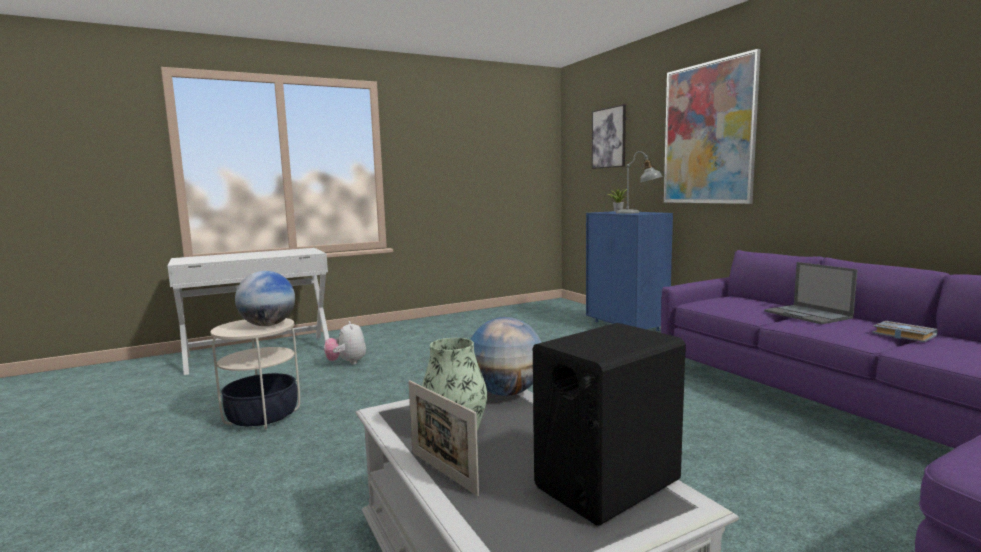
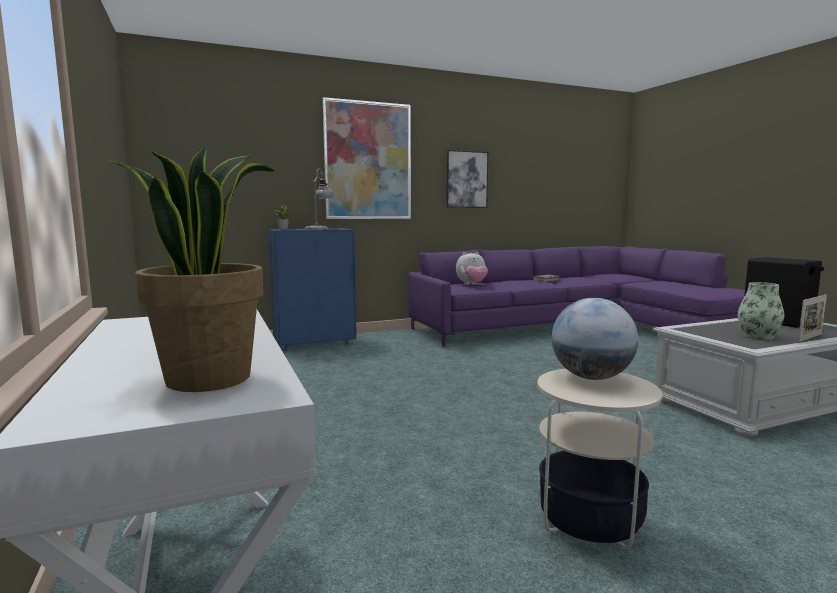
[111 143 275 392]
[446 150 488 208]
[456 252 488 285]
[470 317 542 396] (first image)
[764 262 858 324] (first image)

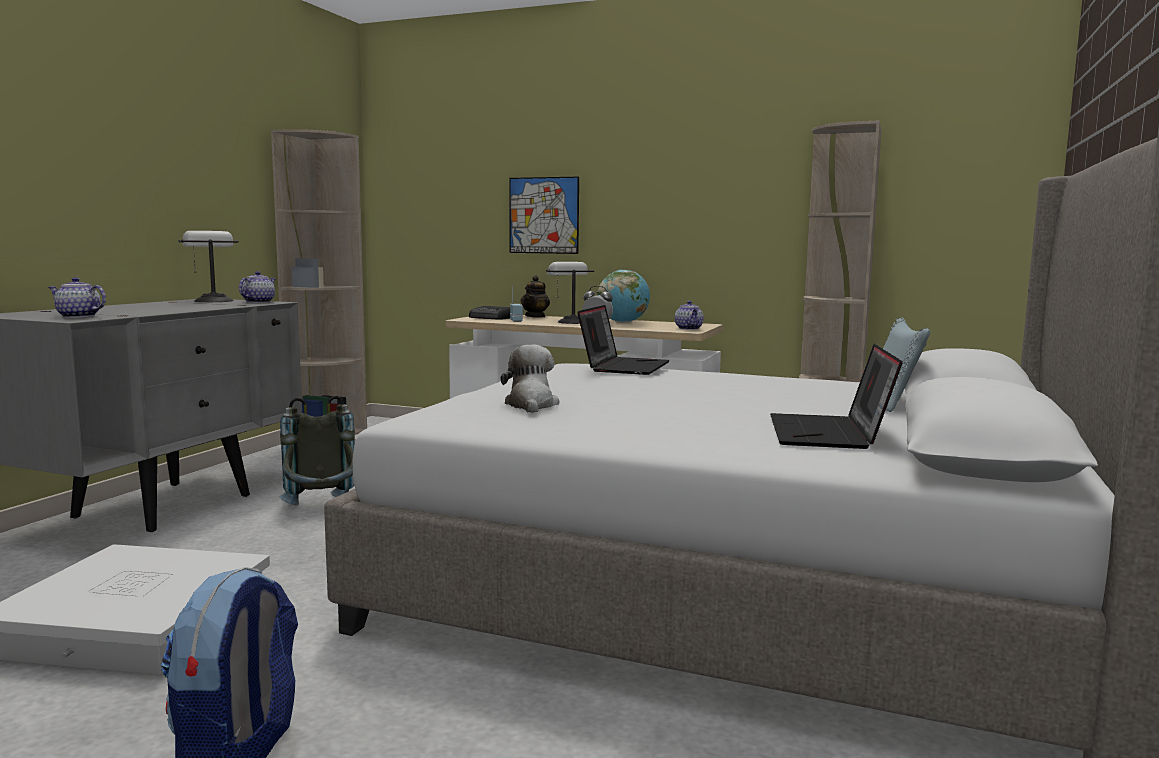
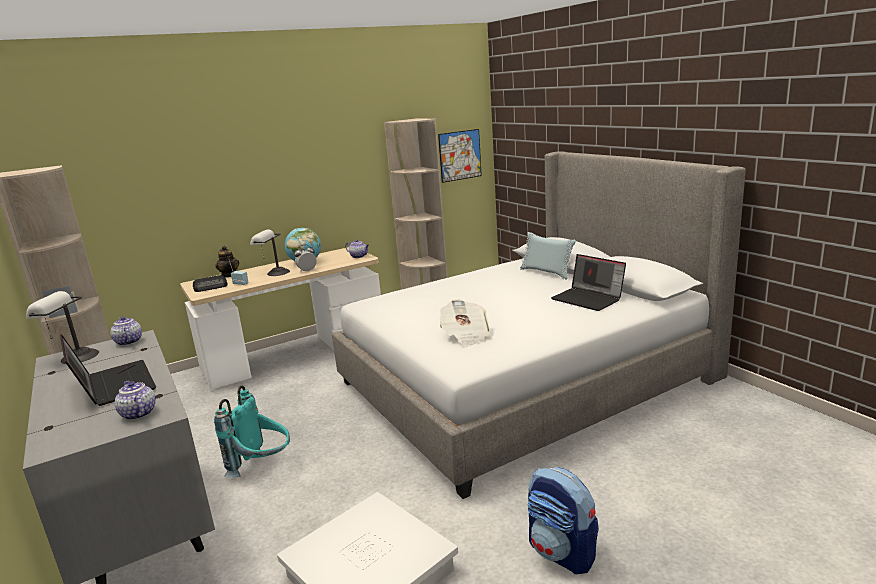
[60 334 156 406]
[115 380 156 420]
[214 386 290 478]
[438 129 482 183]
[440 299 491 347]

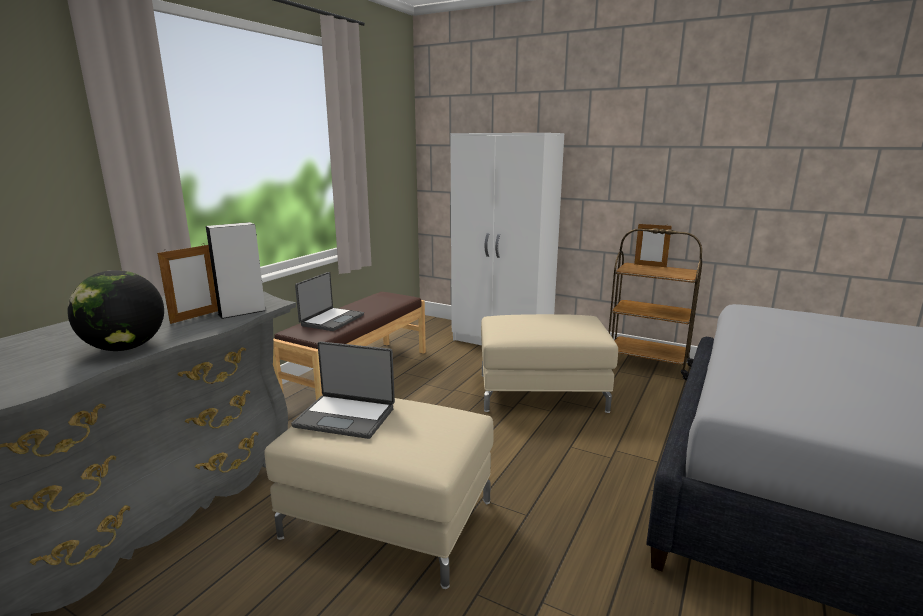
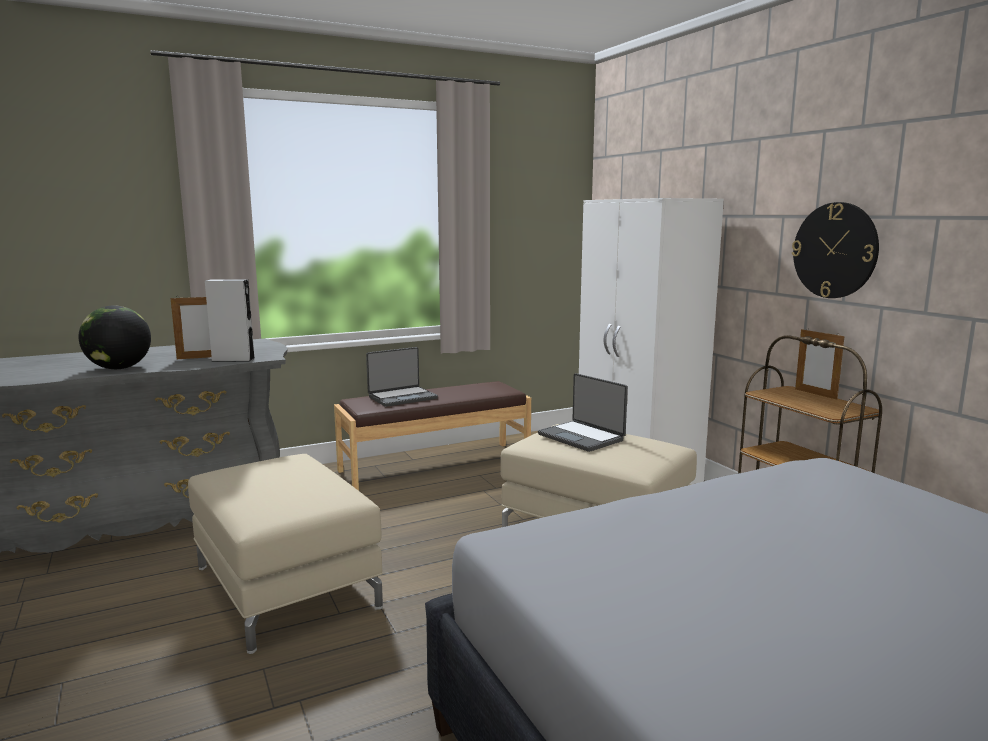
[538 373 628 452]
[792 202 879 298]

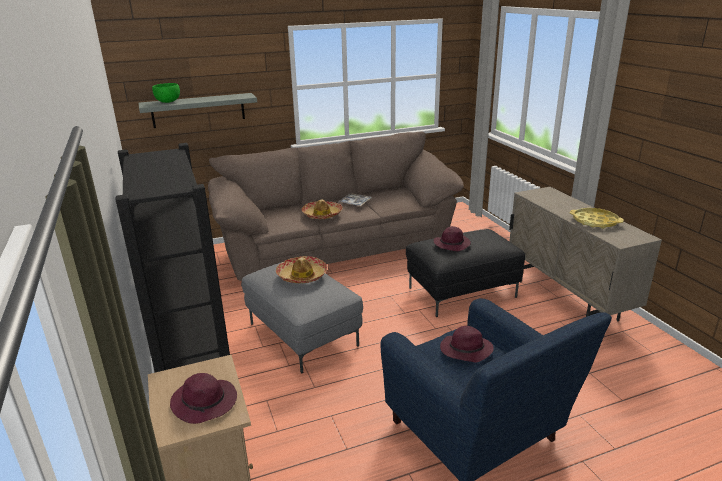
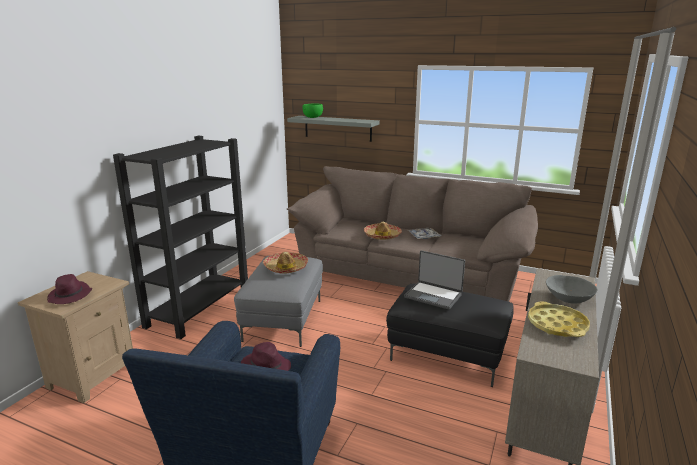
[404 250 465 309]
[546 275 598 304]

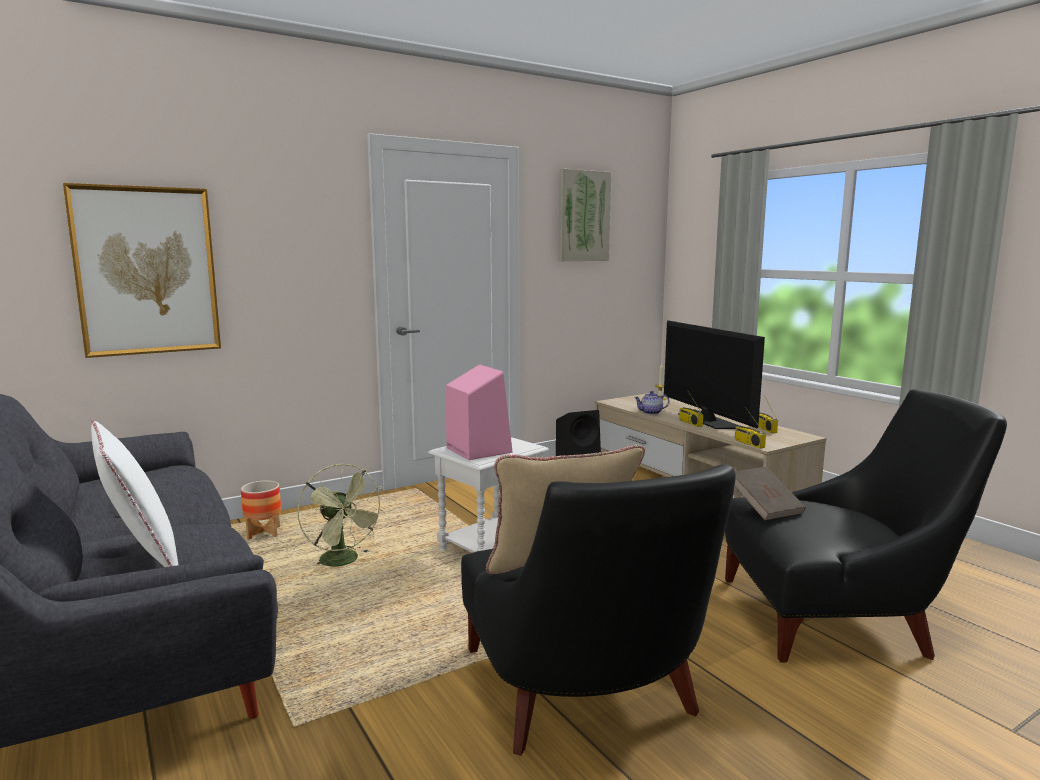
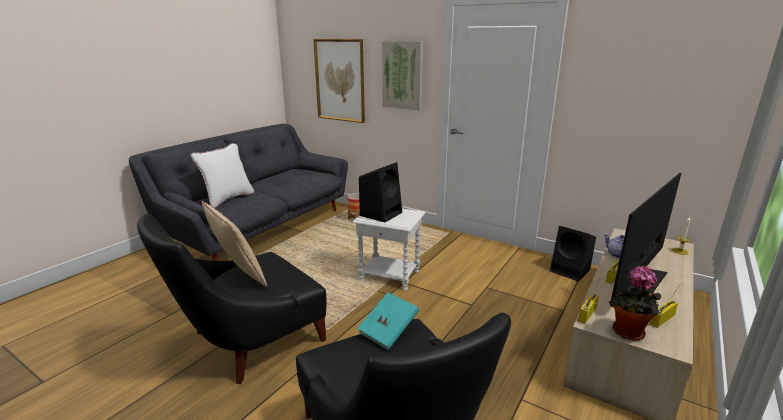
[357 292 419 350]
[359 162 402 222]
[382 41 423 110]
[609 266 661 341]
[298 464 385 567] (first image)

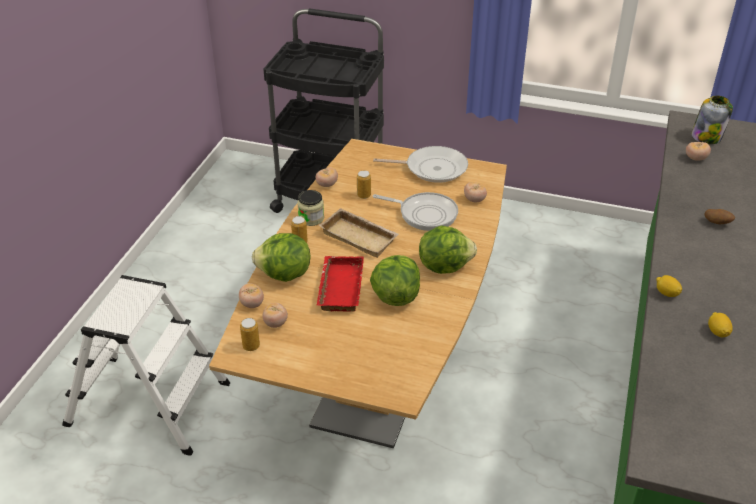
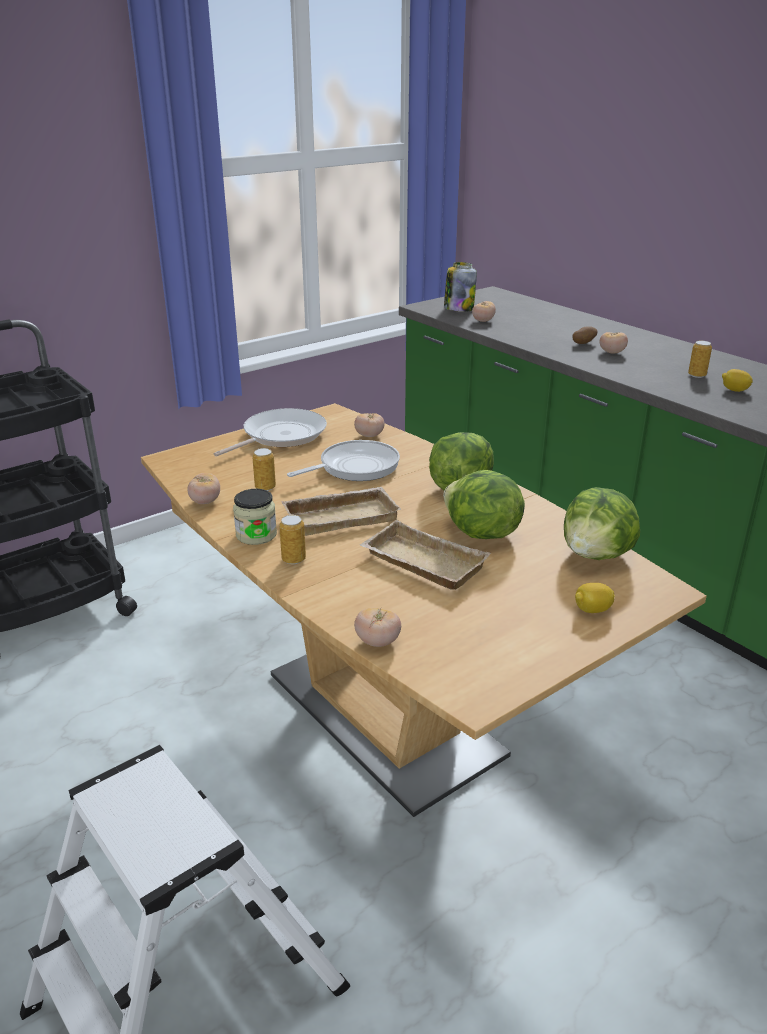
[360 520 491 590]
[564 487 640 560]
[575 583 615 613]
[599 332 628 354]
[688 340 712 378]

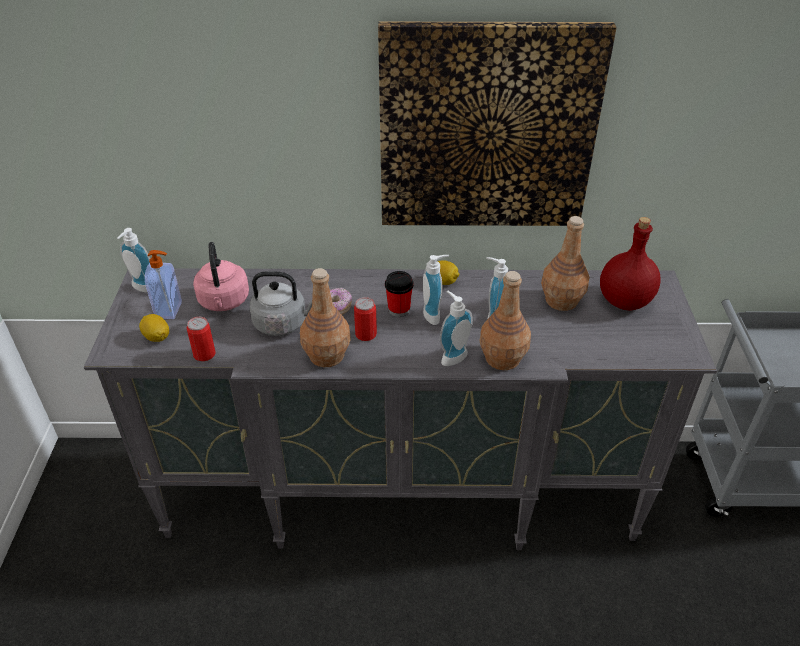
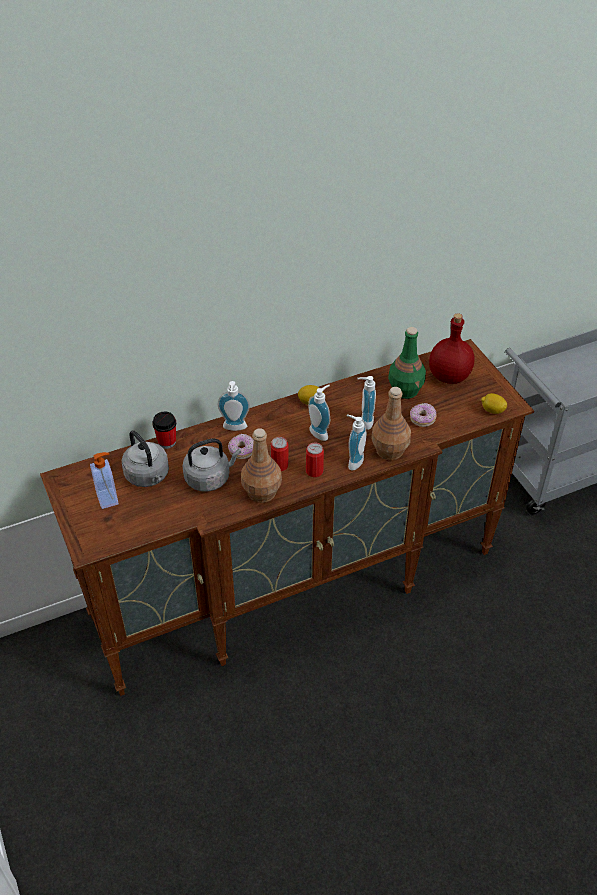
[40 339 534 696]
[122 430 169 487]
[152 412 176 449]
[218 381 250 431]
[306 442 324 477]
[388 327 426 399]
[410 403 436 427]
[481 393 507 414]
[378 22 617 226] (first image)

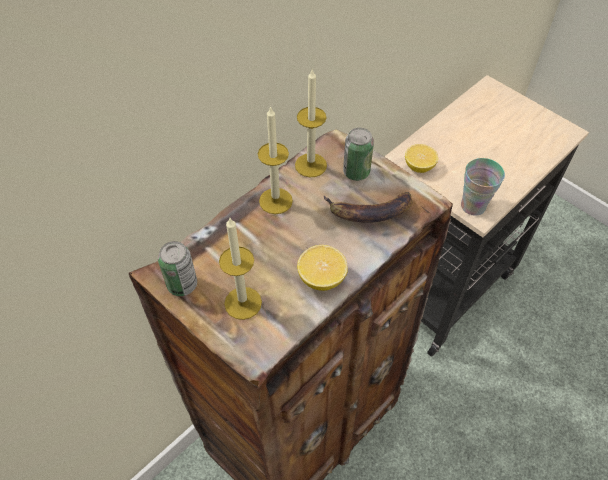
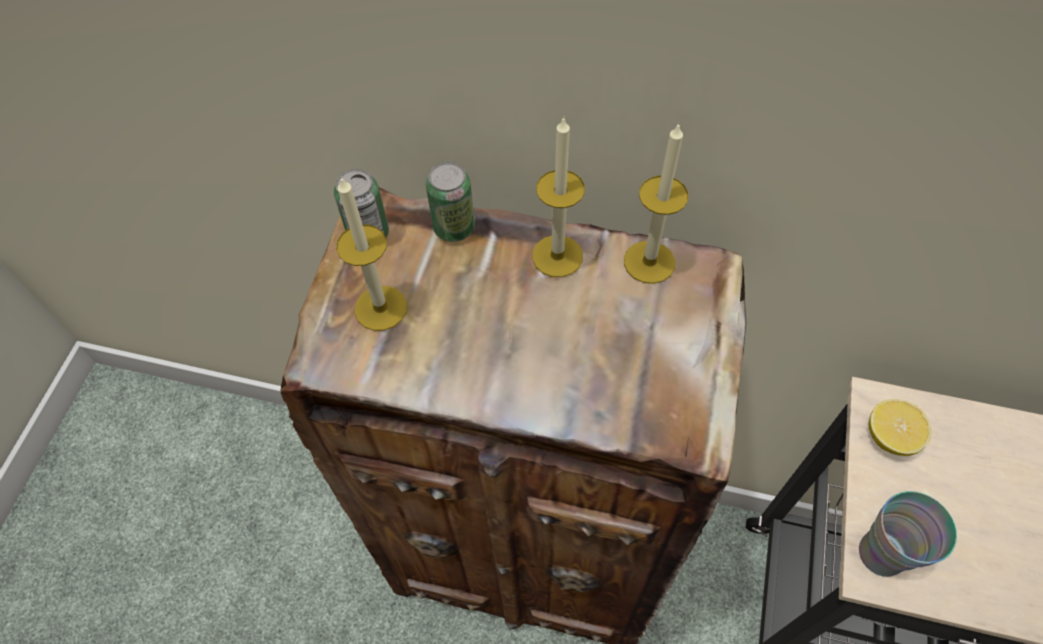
[426 162 475 242]
[297 245 348 291] (first image)
[323 192 413 223] (first image)

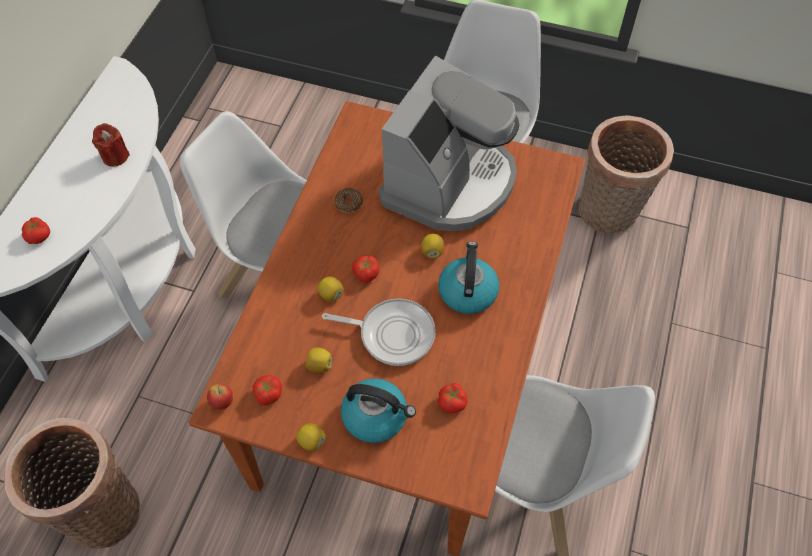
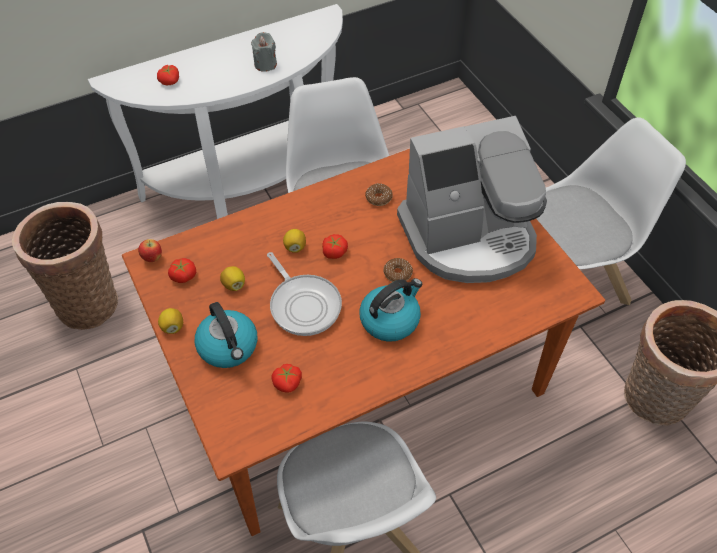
[251 32 277 72]
[384 258 413 282]

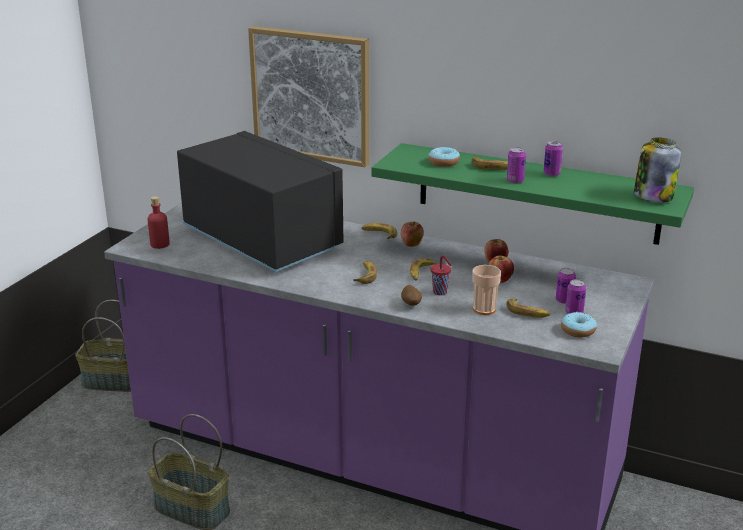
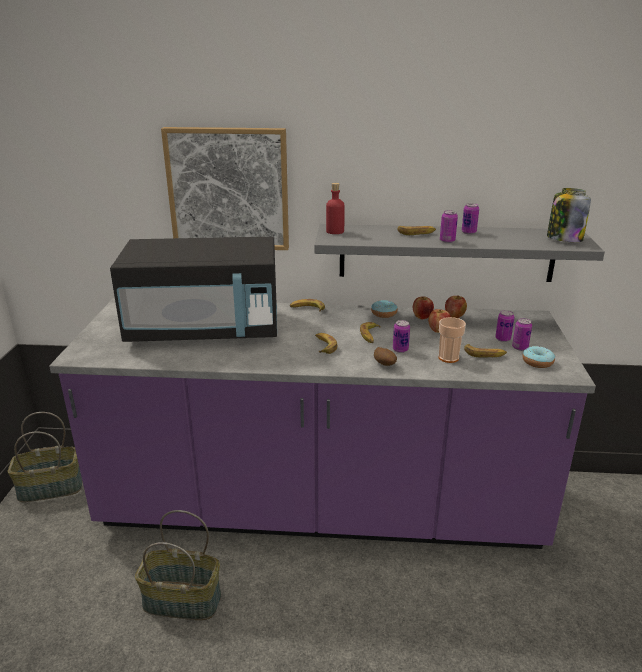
[110 237 277 342]
[314 224 605 282]
[326 183 345 234]
[371 300 398 318]
[393 320 410 353]
[445 295 467 318]

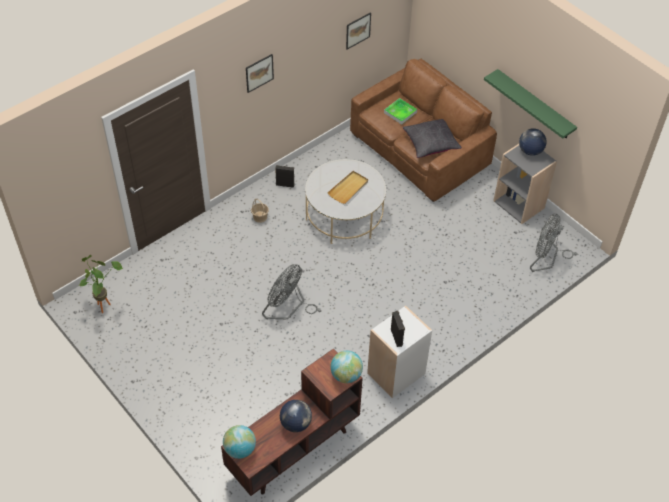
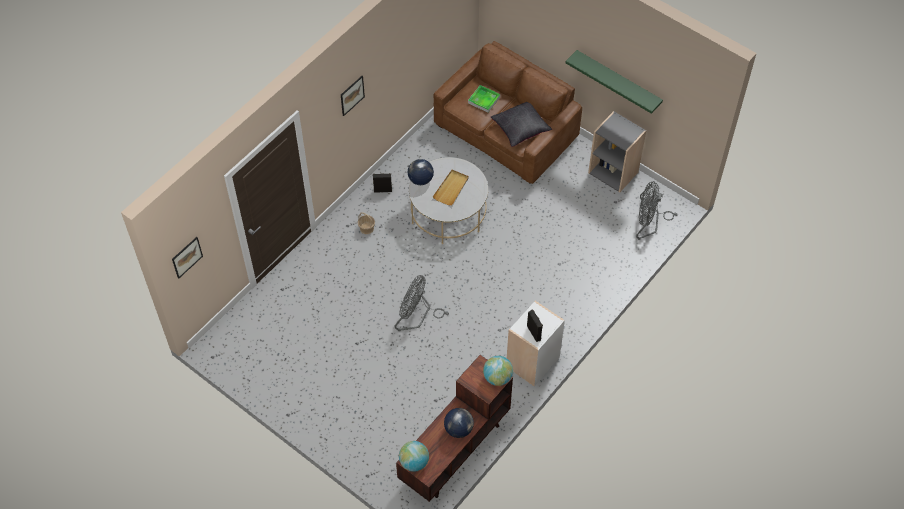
[172 237 203 278]
[407 159 434 185]
[79 255 122 313] (first image)

